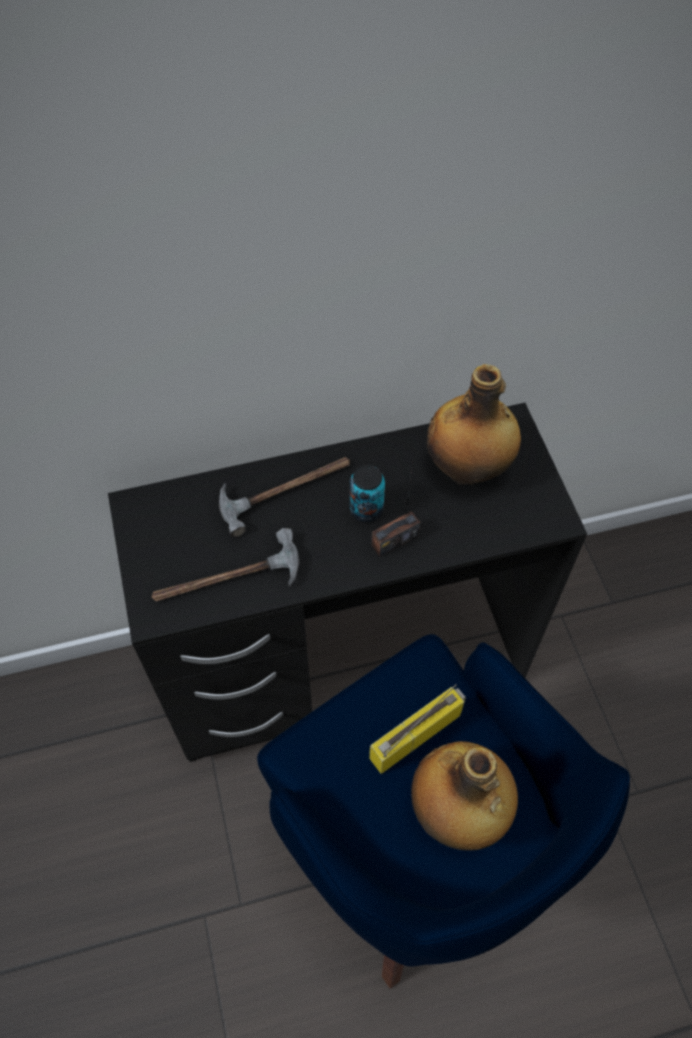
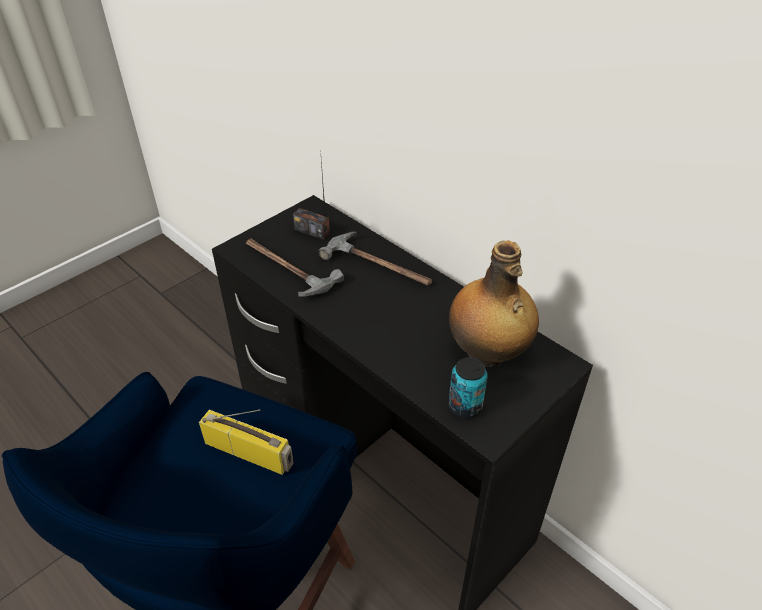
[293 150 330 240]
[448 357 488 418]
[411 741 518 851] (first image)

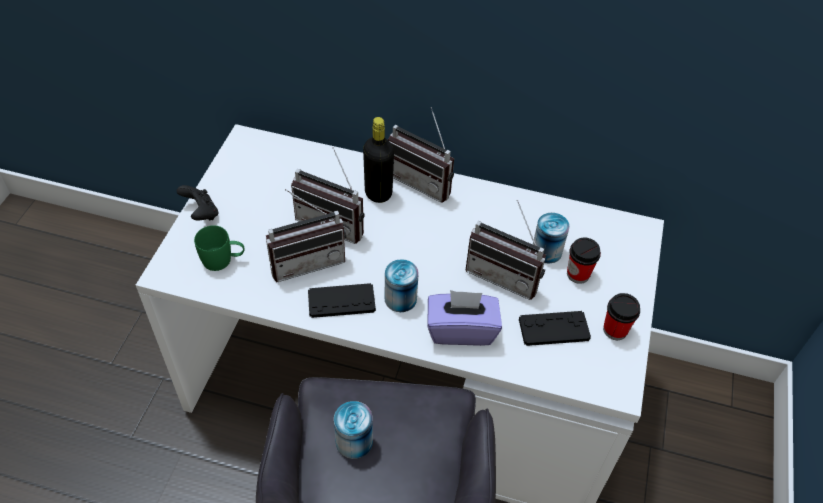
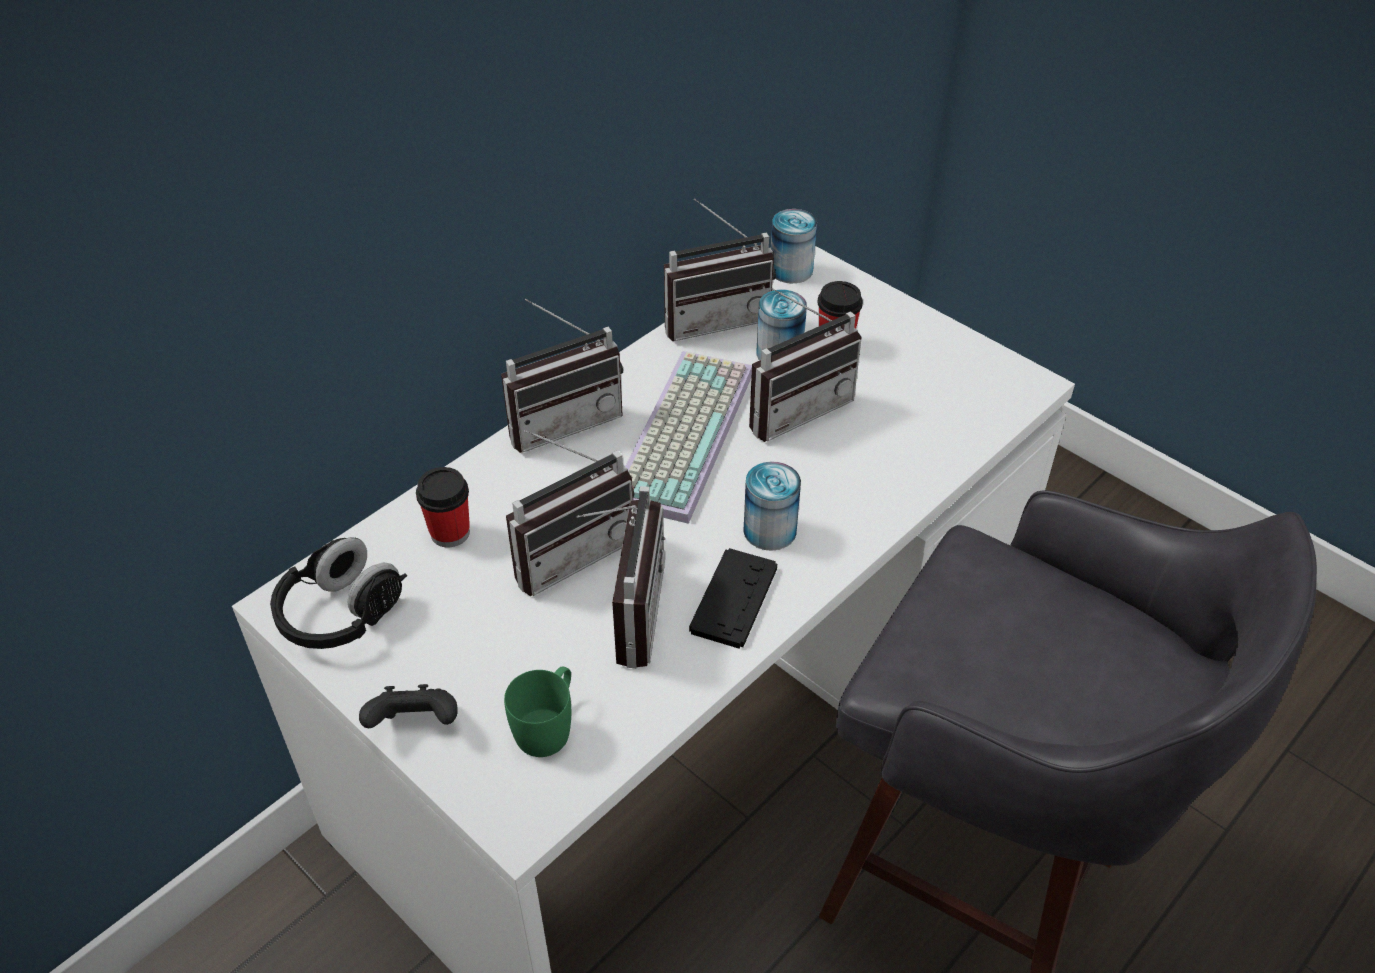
[270 537 407 649]
[416 467 470 547]
[625 351 752 524]
[664 198 776 341]
[771 209 817 283]
[363 117 394 203] (first image)
[427 290 502 346] (first image)
[519 311 591 346] (first image)

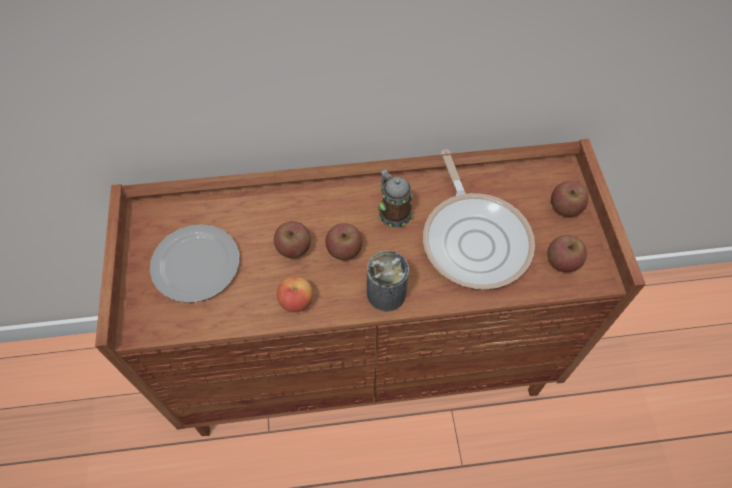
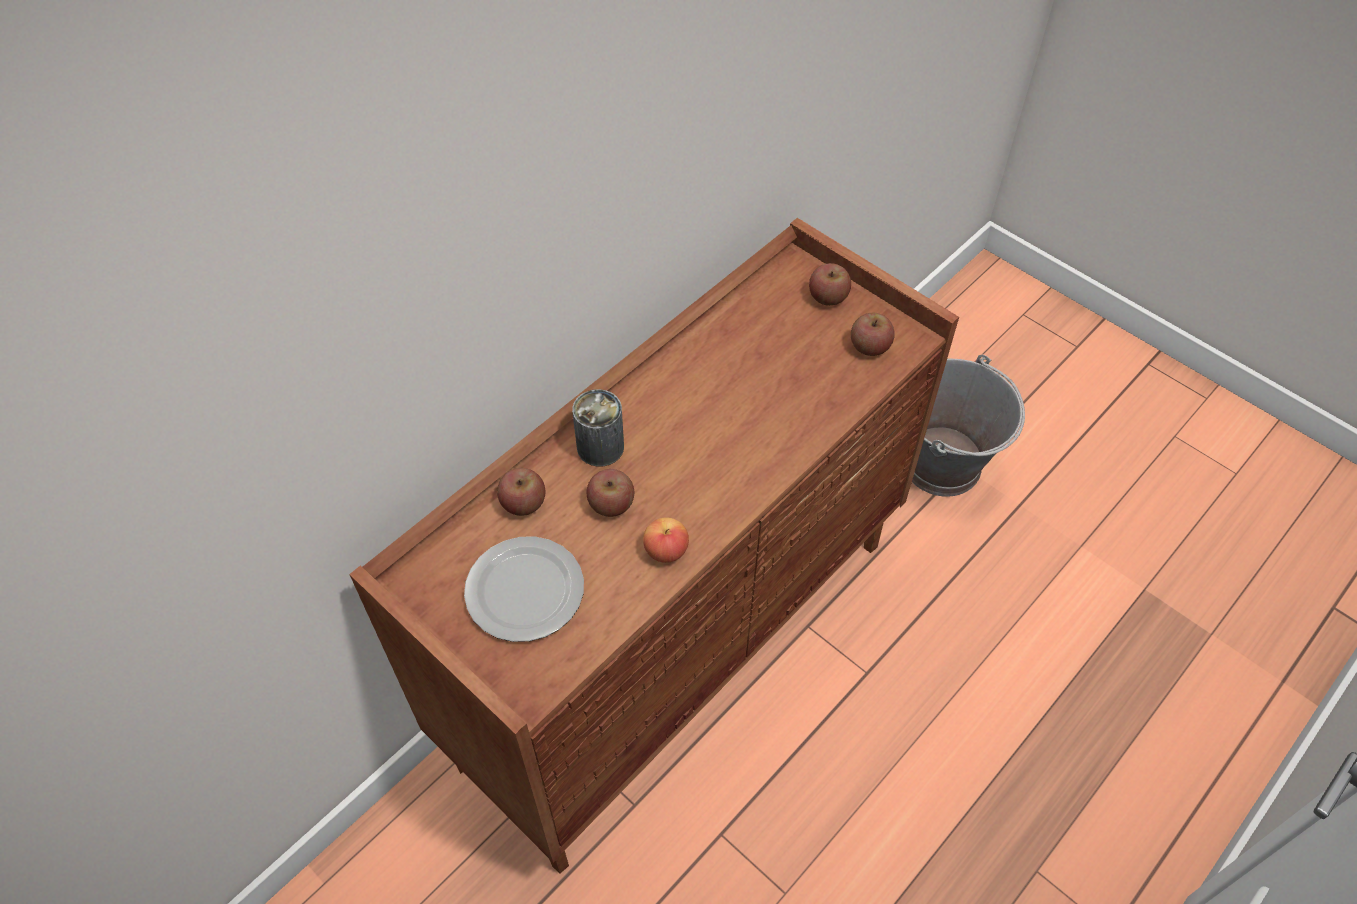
[497 468 545 516]
[572 389 624 467]
[912 355 1025 497]
[378 169 413 228] (first image)
[423 149 535 289] (first image)

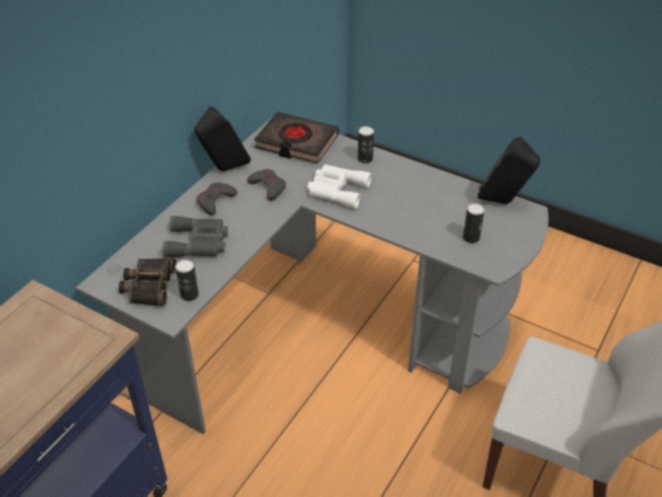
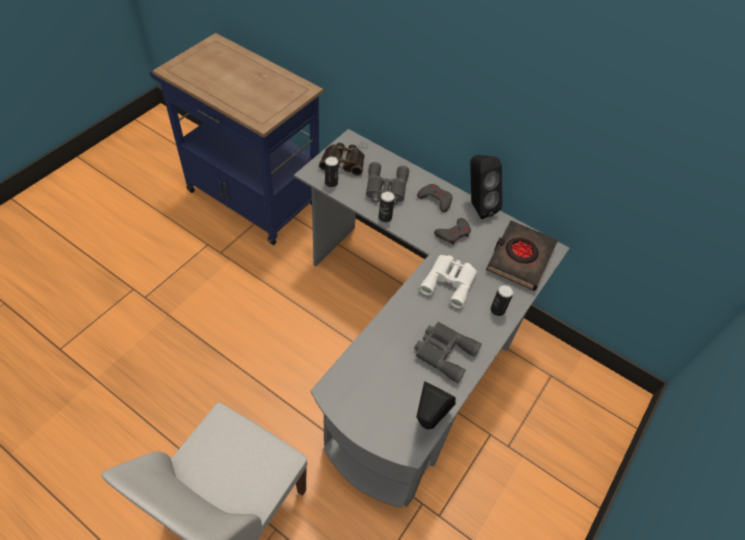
[379 191 395 223]
[414 322 482 383]

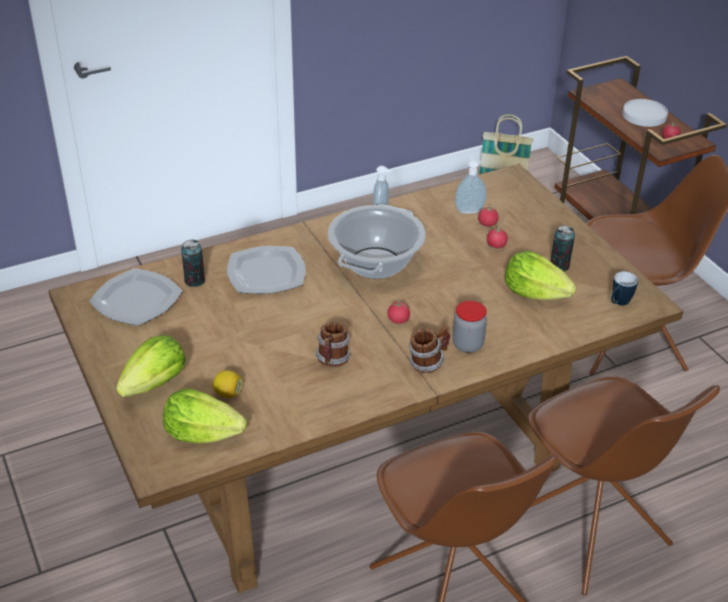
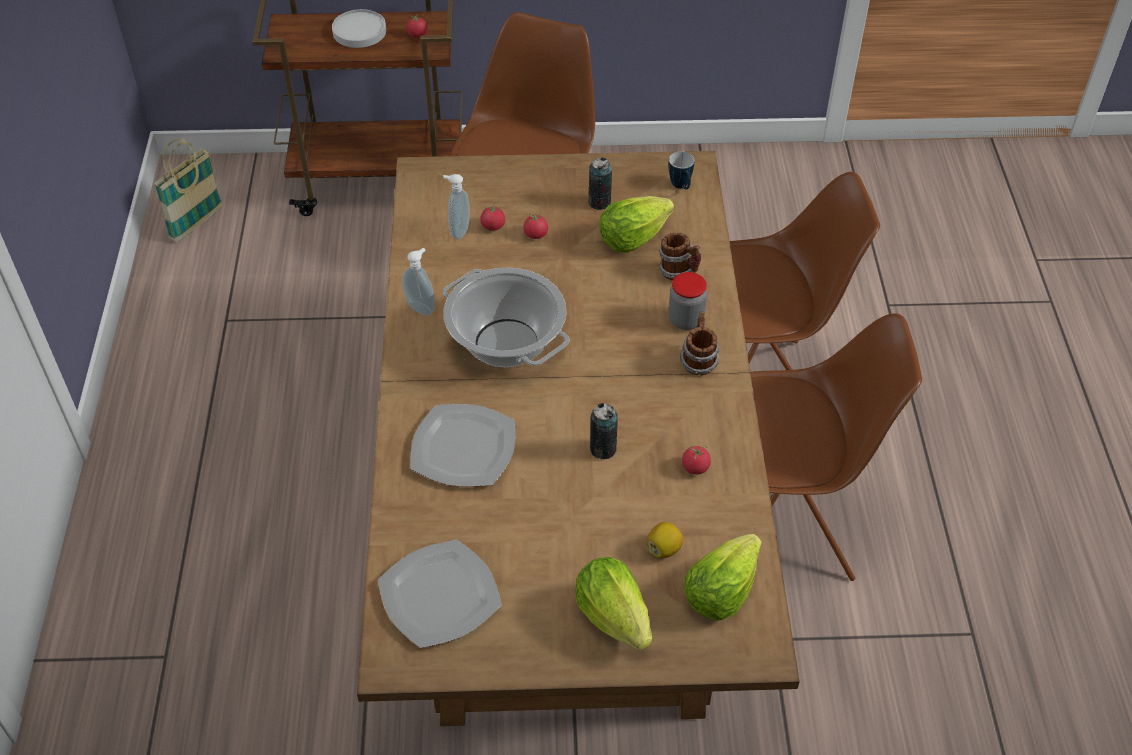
[590 403 618 459]
[659 233 701 281]
[682 446 711 475]

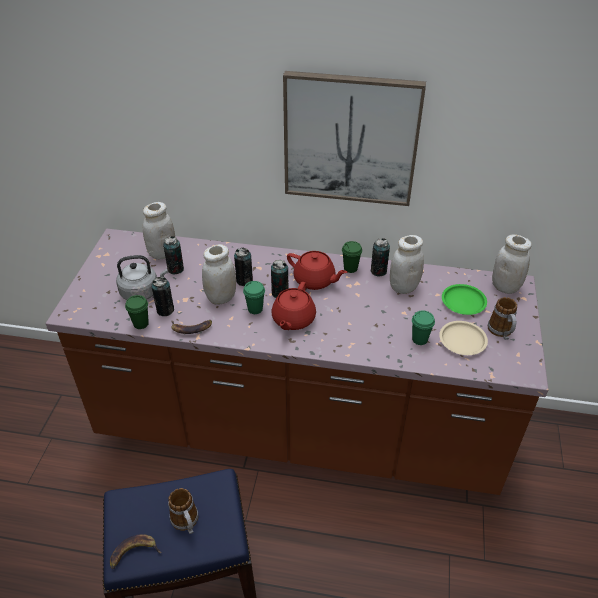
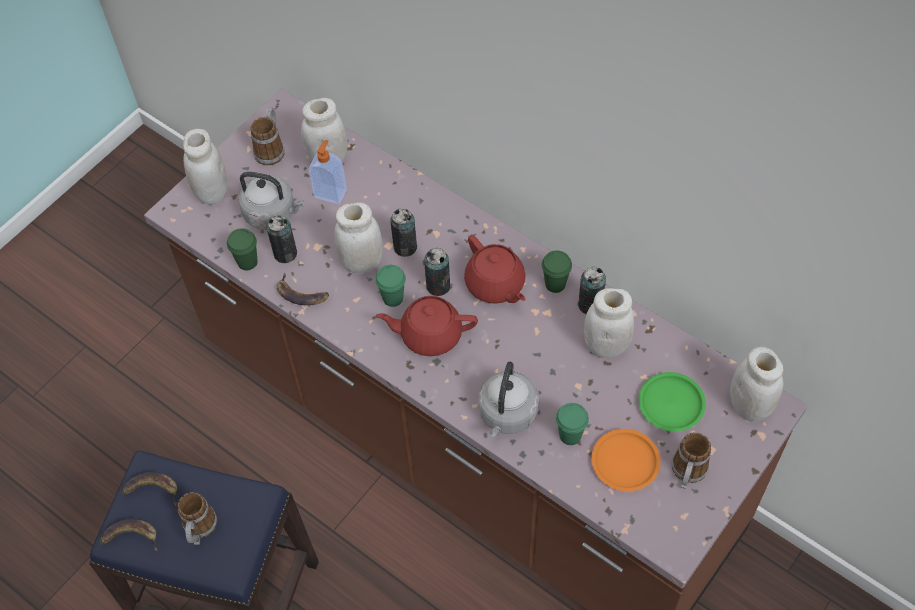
[122 472 177 506]
[183 129 227 205]
[251 107 285 166]
[308 140 347 205]
[376 296 478 356]
[478 362 539 437]
[592 429 661 491]
[283 71 426 206] (first image)

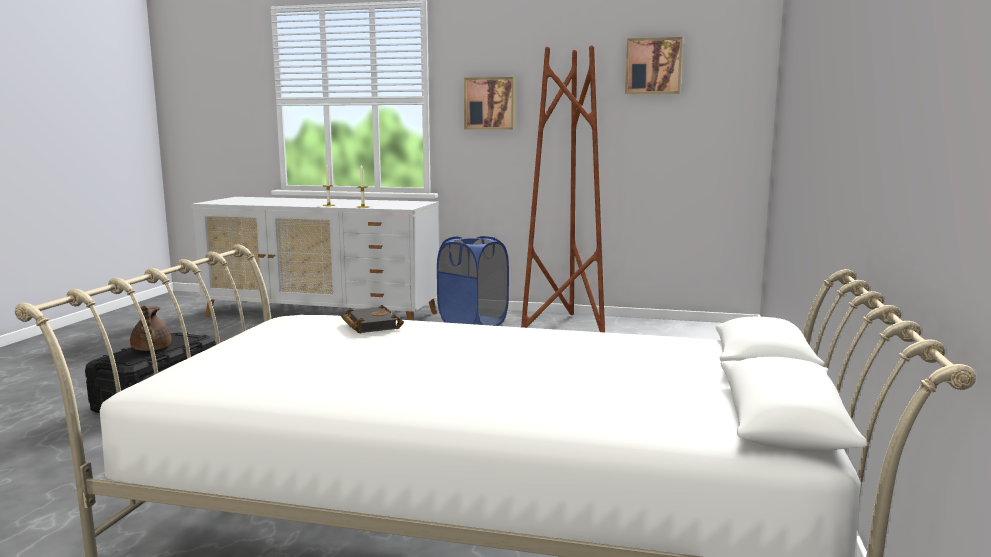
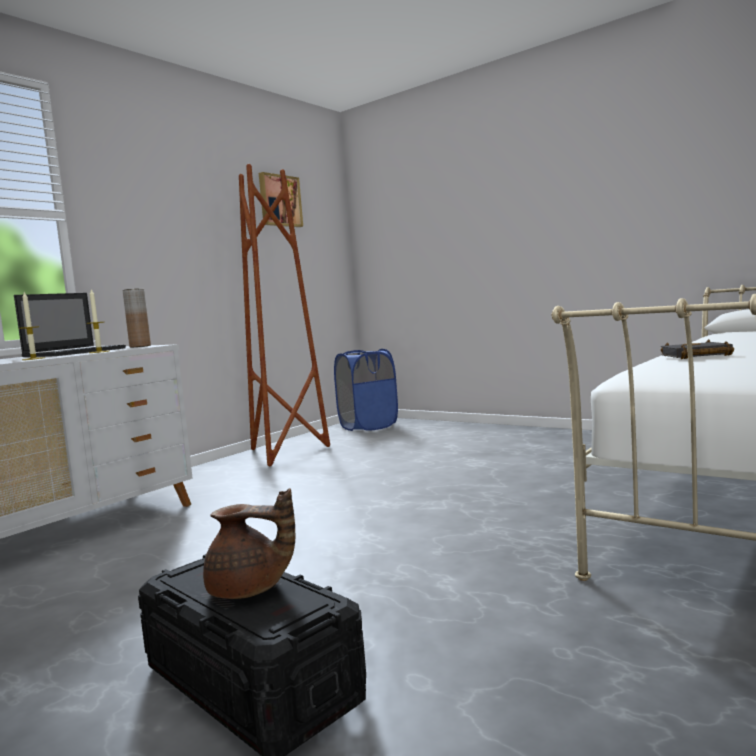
[14 293 126 357]
[123 289 151 348]
[334 349 398 431]
[464 77 515 130] (first image)

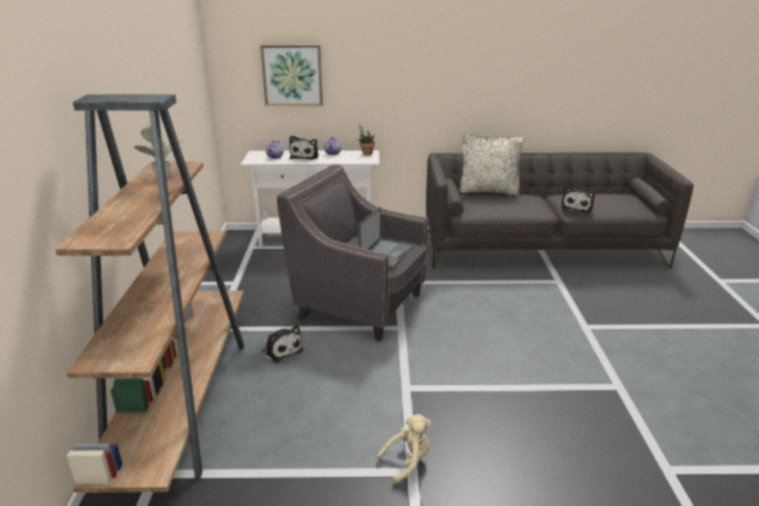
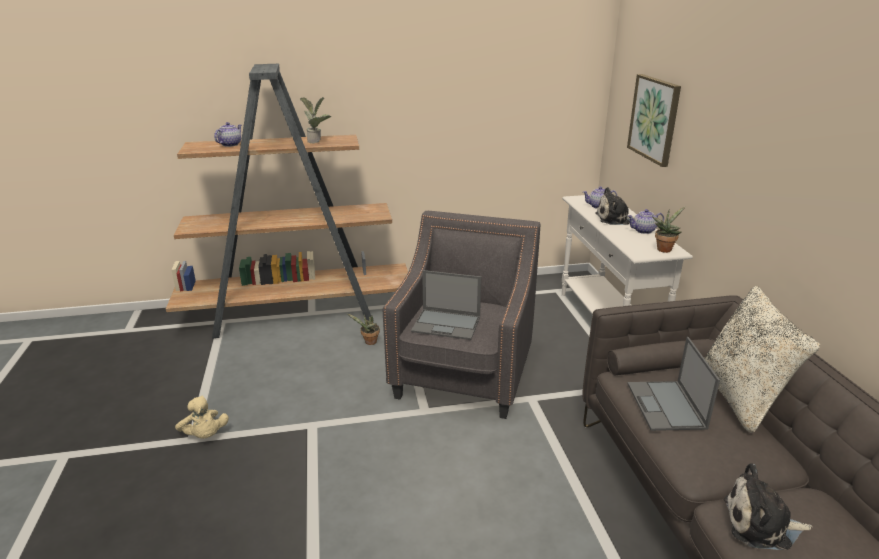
[214 122 242 147]
[347 313 380 345]
[627 337 720 431]

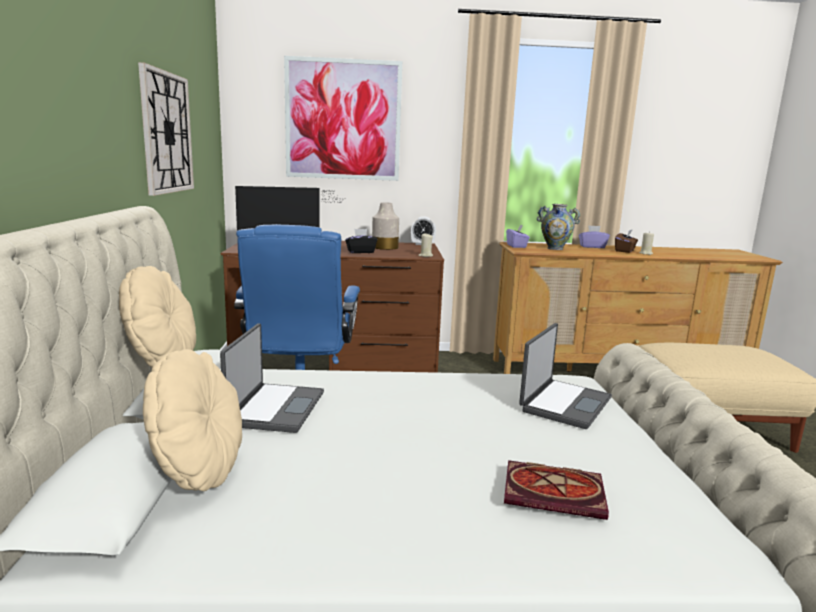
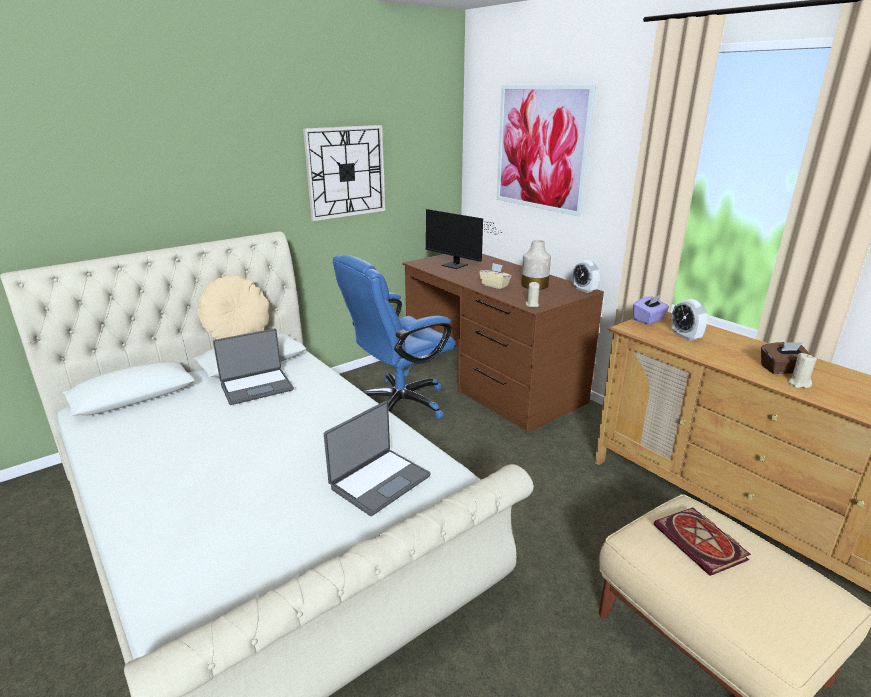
[324 401 431 516]
[479 263 511 289]
[654 507 751 576]
[671 299 708 341]
[143 349 242 491] (first image)
[579 225 610 248] (first image)

